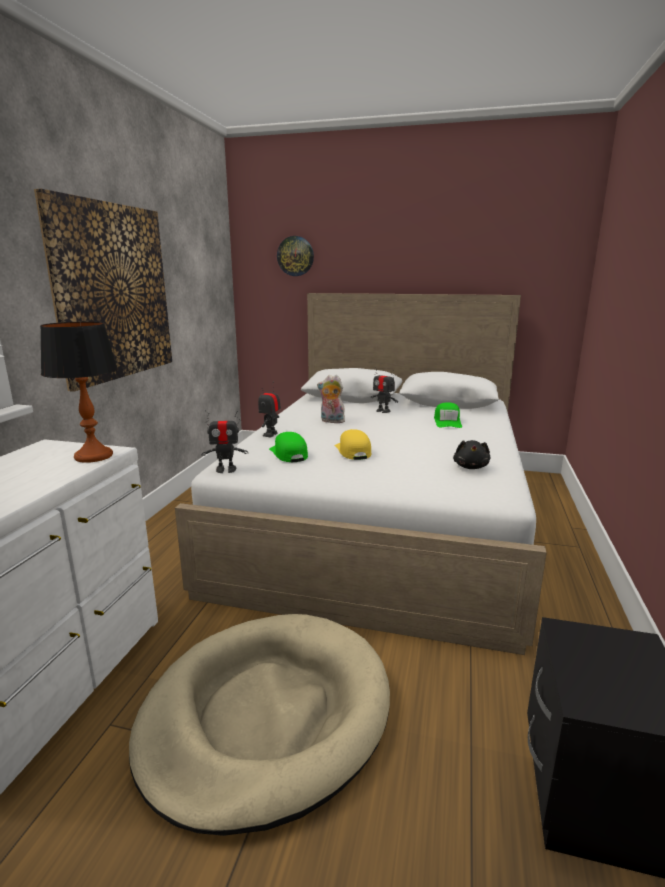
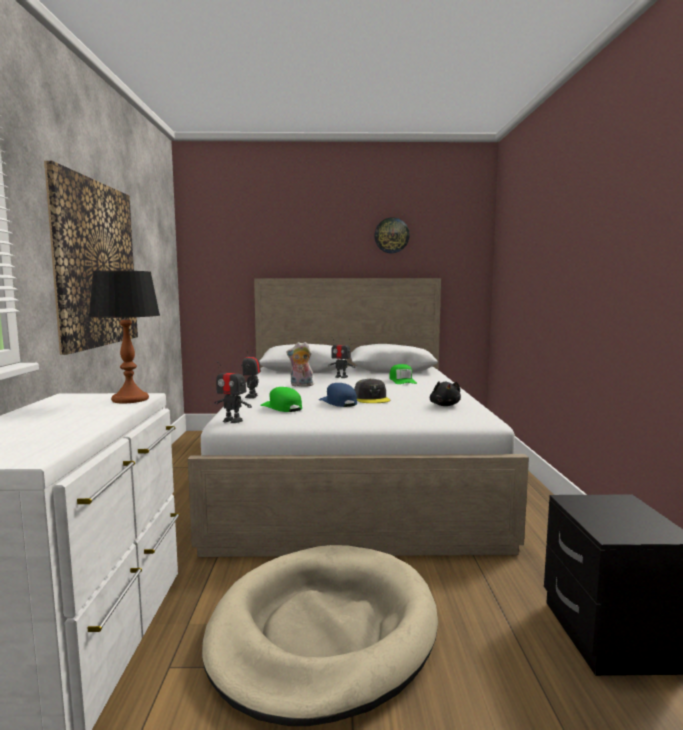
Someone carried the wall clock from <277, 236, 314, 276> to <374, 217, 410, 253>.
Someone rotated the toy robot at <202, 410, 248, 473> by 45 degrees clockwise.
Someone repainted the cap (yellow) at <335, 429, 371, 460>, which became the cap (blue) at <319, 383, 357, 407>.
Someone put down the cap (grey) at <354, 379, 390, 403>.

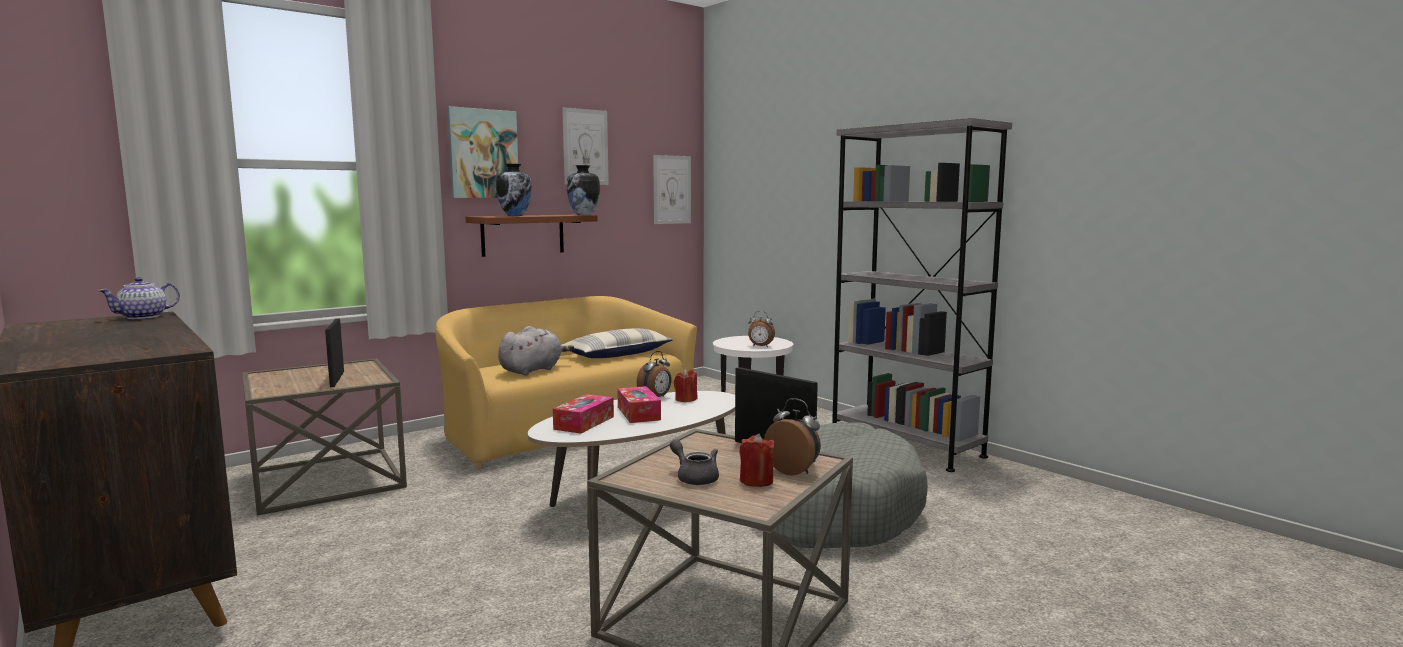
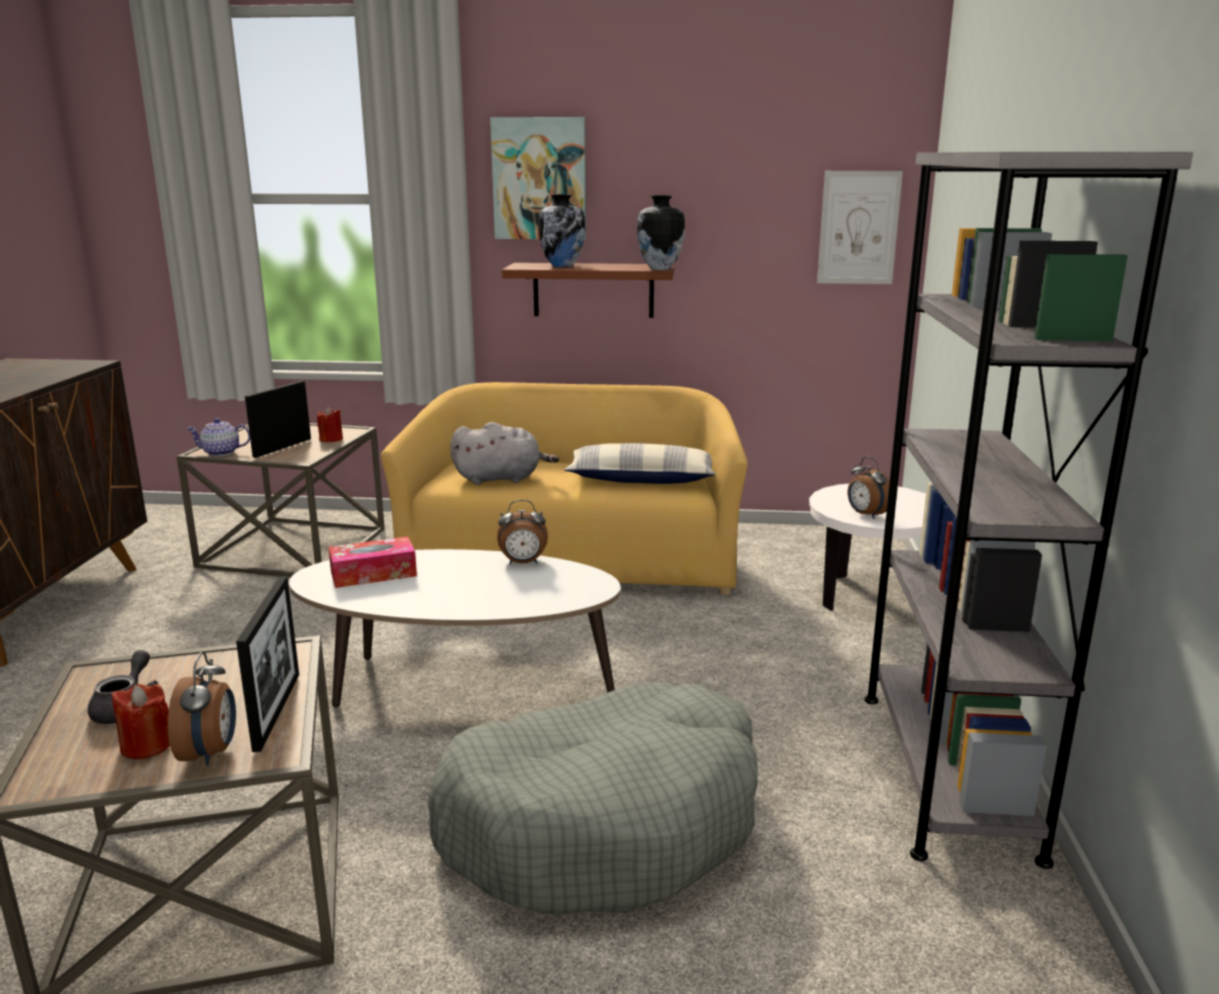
Someone took away the picture at <562, 107, 609, 185>.
Someone carried the teapot from <98, 277, 180, 319> to <186, 418, 250, 456>.
Someone carried the candle (red) from <674, 369, 697, 402> to <317, 407, 343, 442>.
Someone took away the tissue box at <617, 386, 661, 423>.

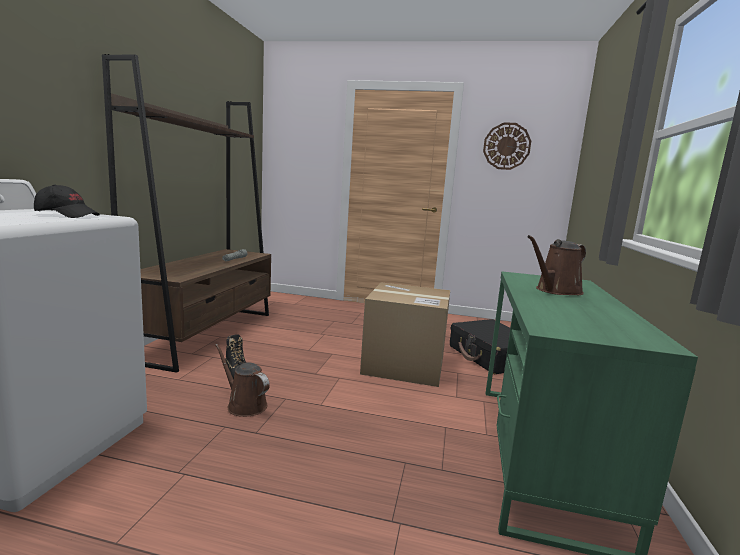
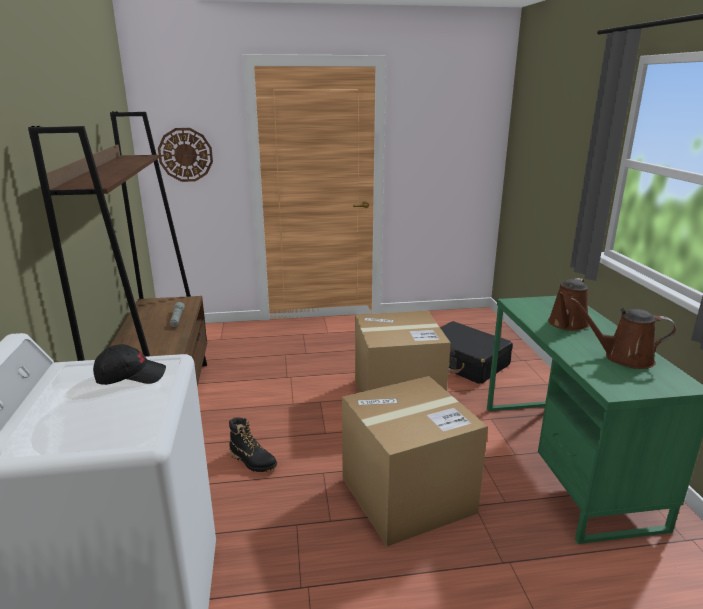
Someone carried the wall clock from <483, 122, 531, 170> to <158, 128, 213, 182>.
Someone carried the watering can (brown) from <215, 344, 270, 417> to <570, 298, 677, 369>.
Someone put down the cardboard box at <342, 376, 488, 547>.

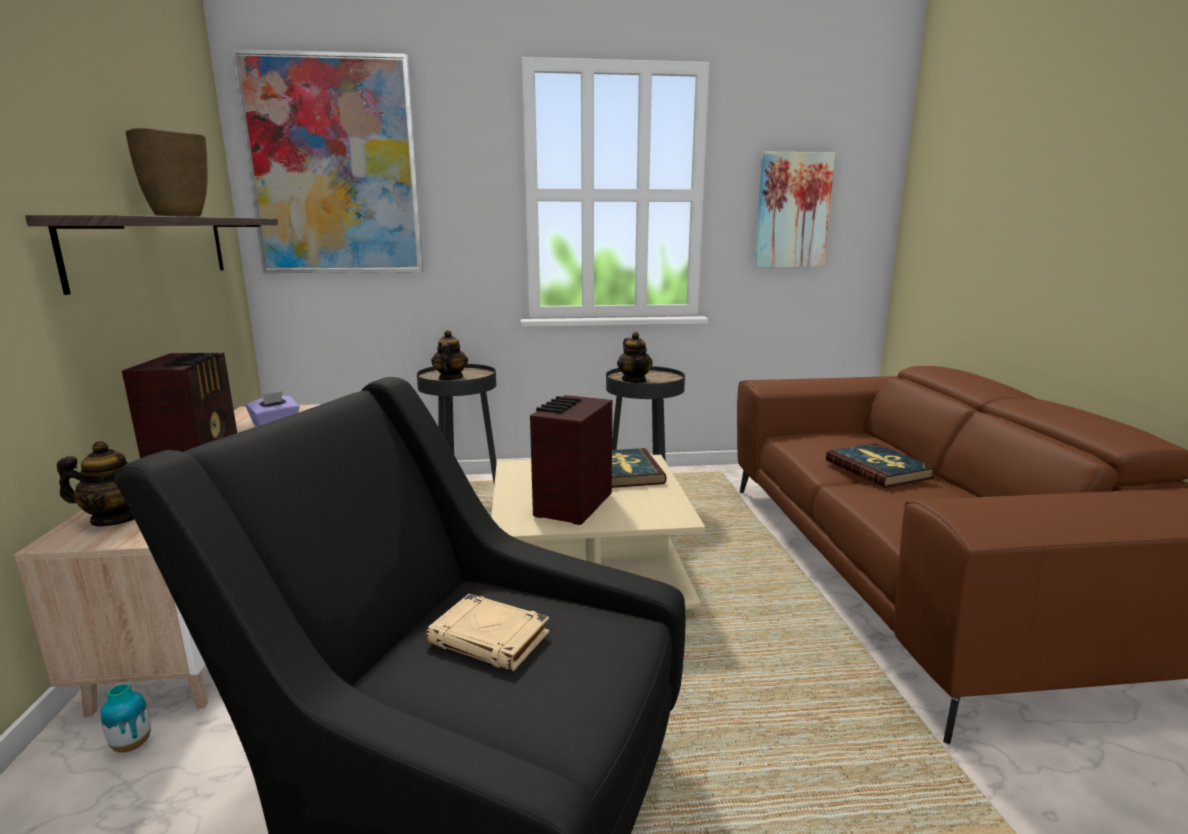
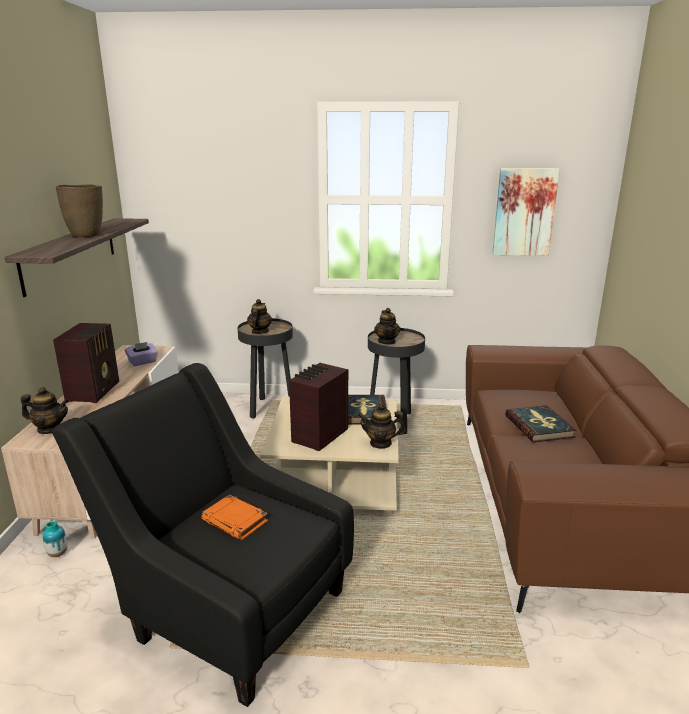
Someone took away the picture at <232, 49, 423, 273>.
Someone repainted the book (beige) at <426, 594, 549, 671>, which became the book (orange) at <201, 495, 268, 540>.
Someone put down the teapot at <358, 404, 406, 449>.

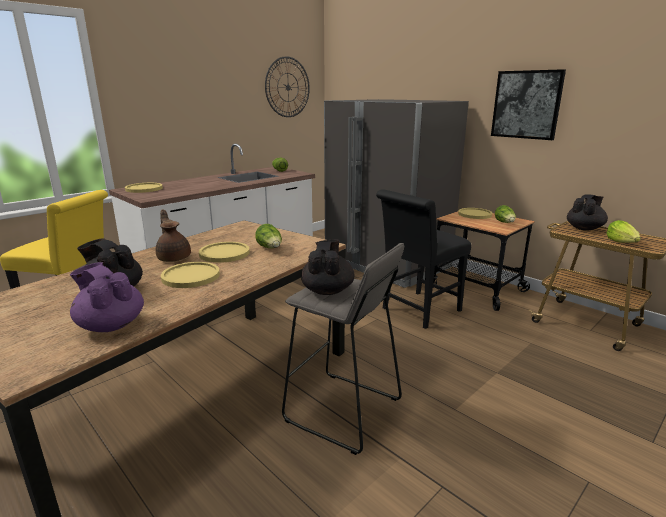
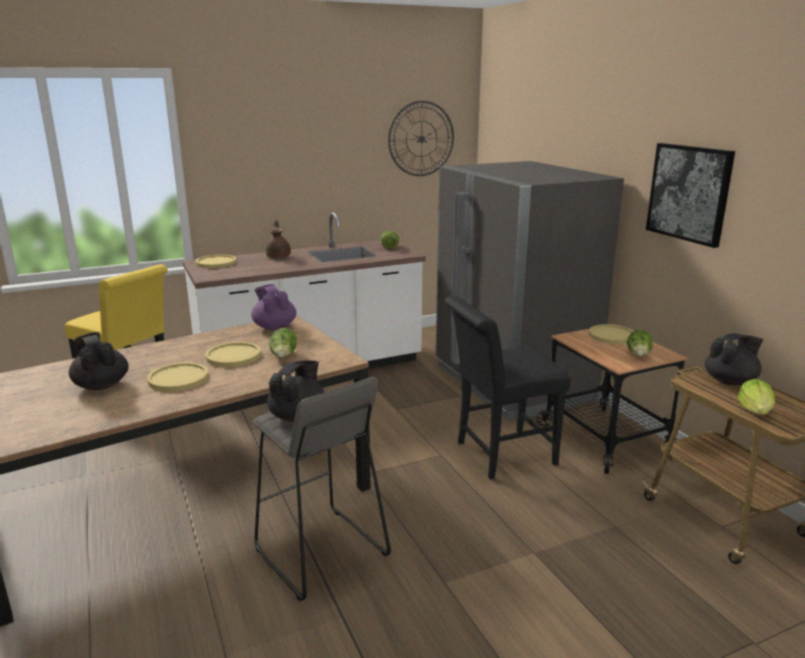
Someone carried the teapot (brown) from <156, 210, 191, 262> to <266, 220, 291, 258>.
Someone carried the teapot (purple) from <70, 262, 144, 332> to <251, 284, 297, 330>.

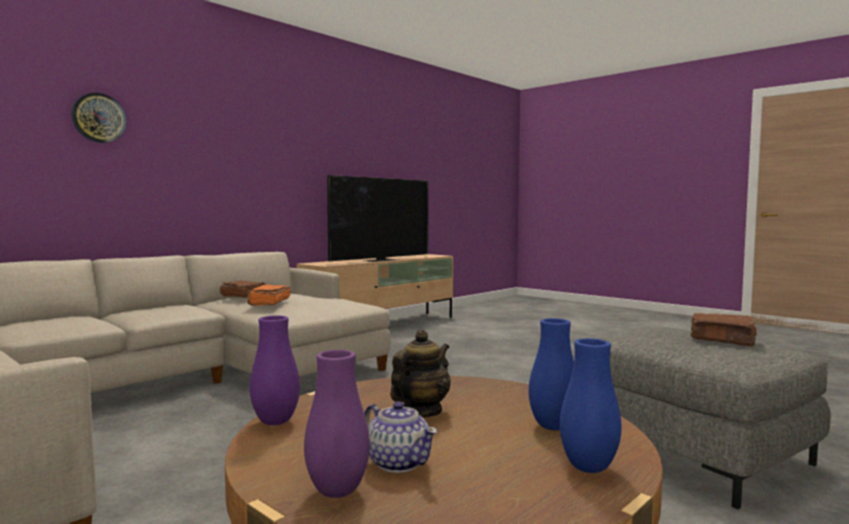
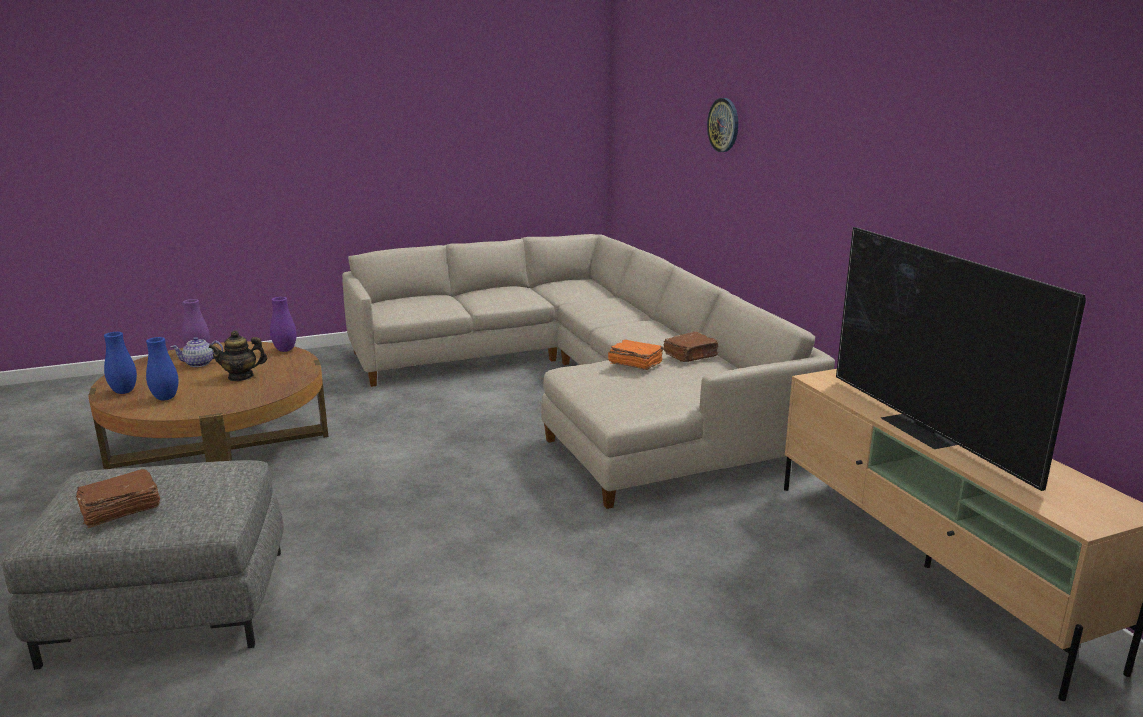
Someone rotated the teapot at <390, 330, 451, 417> by 105 degrees clockwise.

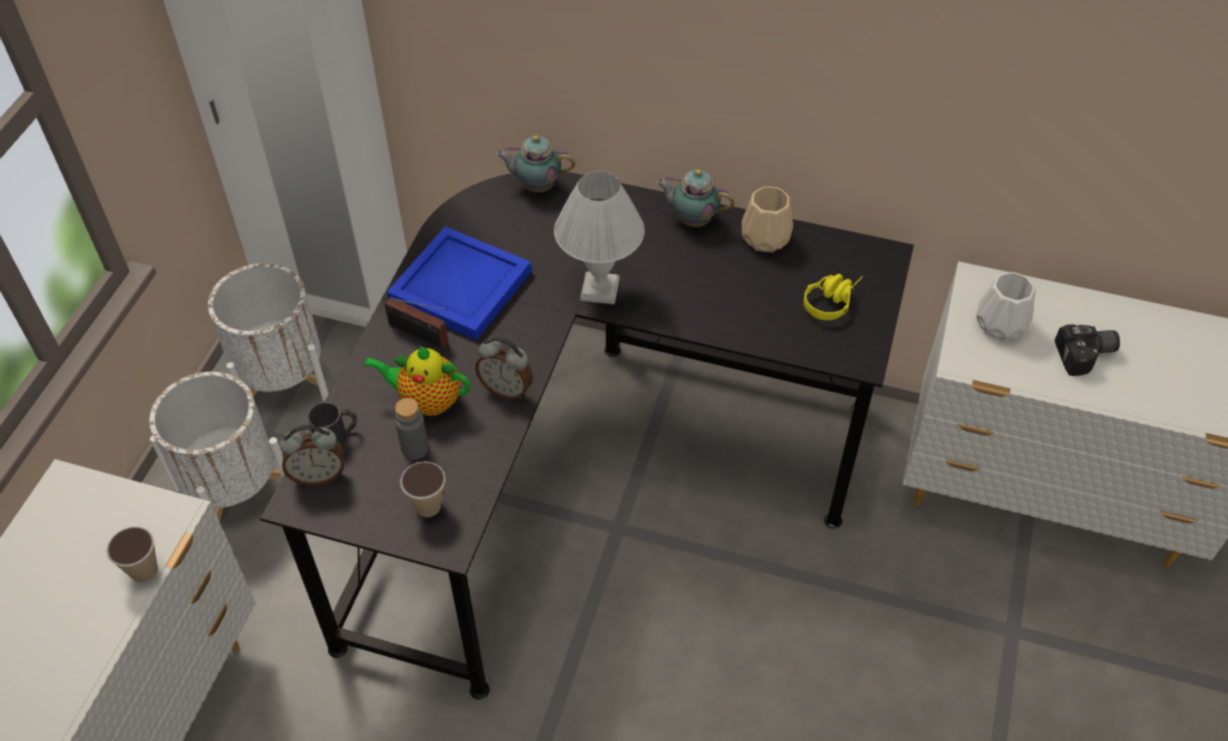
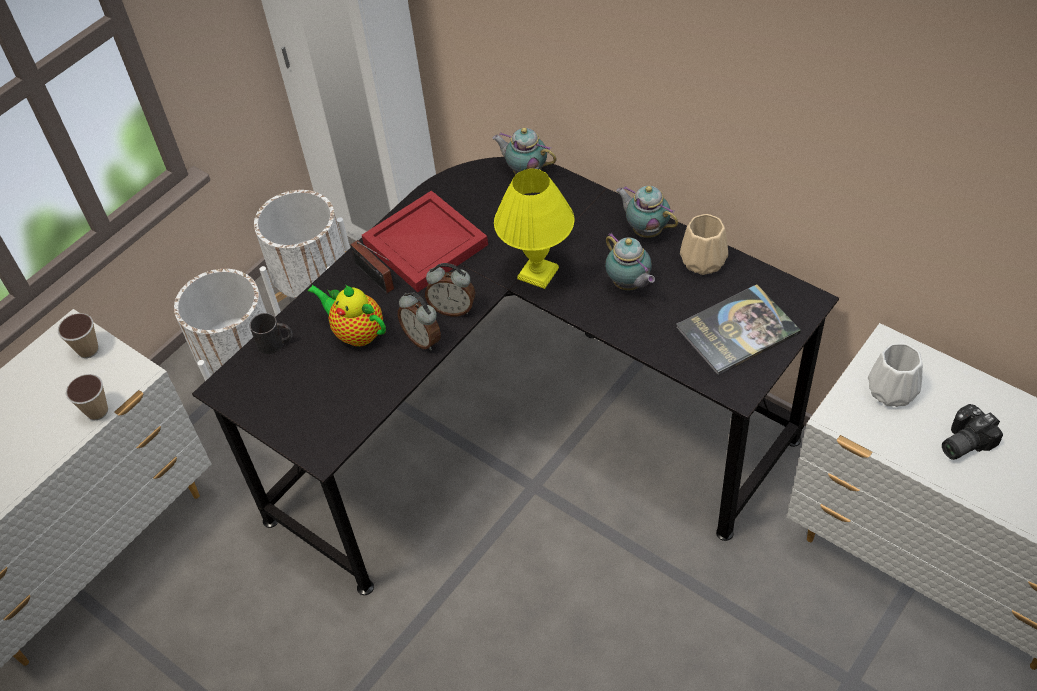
Someone repainted the table lamp (white) at <554, 171, 645, 304>, which became the table lamp (yellow) at <494, 169, 574, 289>.
Someone repainted the tray (blue) at <387, 227, 531, 340>, which became the tray (red) at <362, 190, 488, 292>.
Someone swapped the headphones (yellow) at <804, 274, 863, 320> for the book at <676, 284, 801, 375>.
Someone rotated the photo camera at <1055, 324, 1120, 376> by 135 degrees clockwise.
Someone took away the bottle (grey) at <395, 398, 429, 460>.
Someone carried the alarm clock from <280, 425, 344, 486> to <425, 263, 476, 316>.
Someone carried the cup from <400, 461, 446, 517> to <58, 313, 99, 358>.
Someone put down the teapot at <605, 233, 655, 290>.

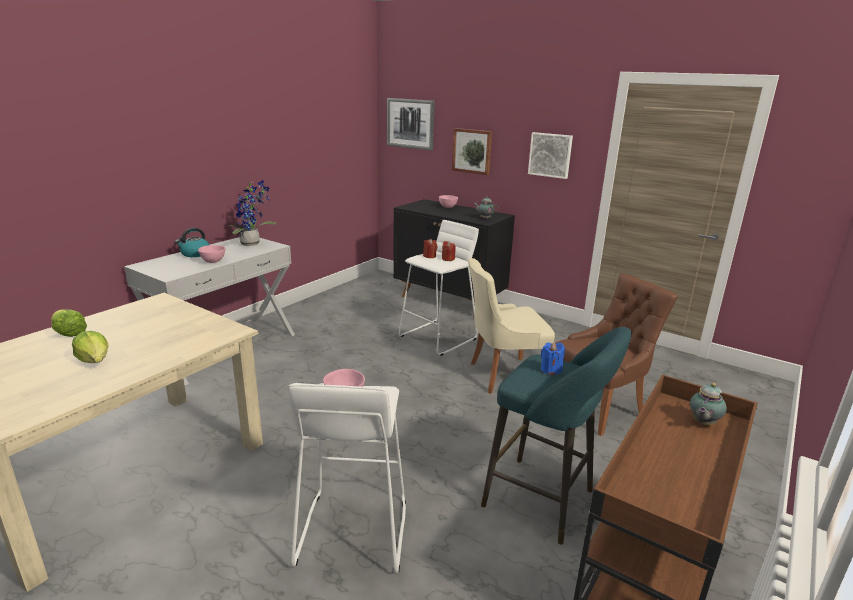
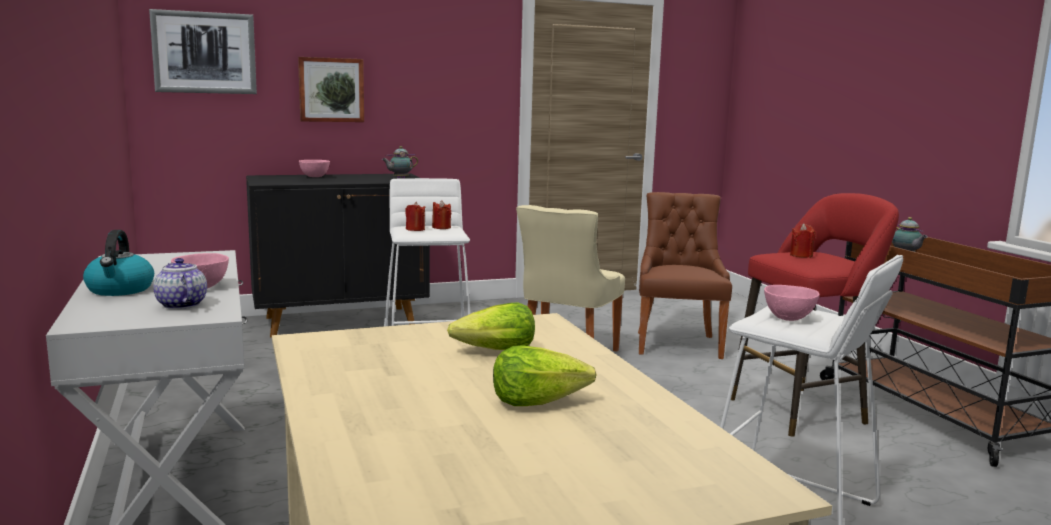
Someone took away the picture at <528, 132, 573, 179>.
Someone took away the potted plant at <228, 180, 276, 246>.
Someone carried the lettuce from <51, 309, 87, 337> to <447, 302, 535, 350>.
Someone repainted the stool (turquoise) at <481, 327, 631, 544>, which became the stool (red) at <731, 193, 899, 437>.
Someone repainted the candle (blue) at <541, 342, 565, 374>, which became the candle (red) at <790, 223, 816, 258>.
Someone put down the teapot at <153, 258, 207, 309>.

